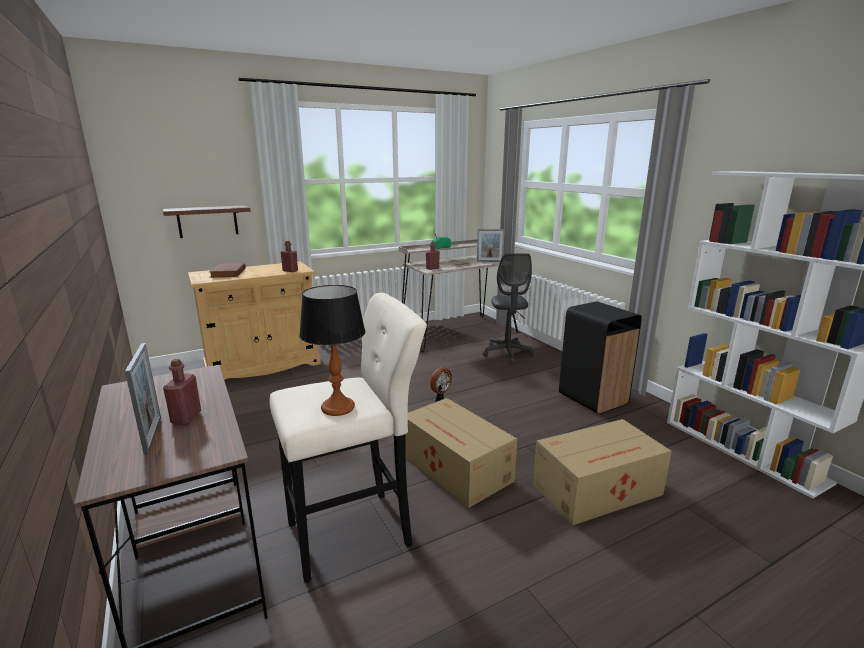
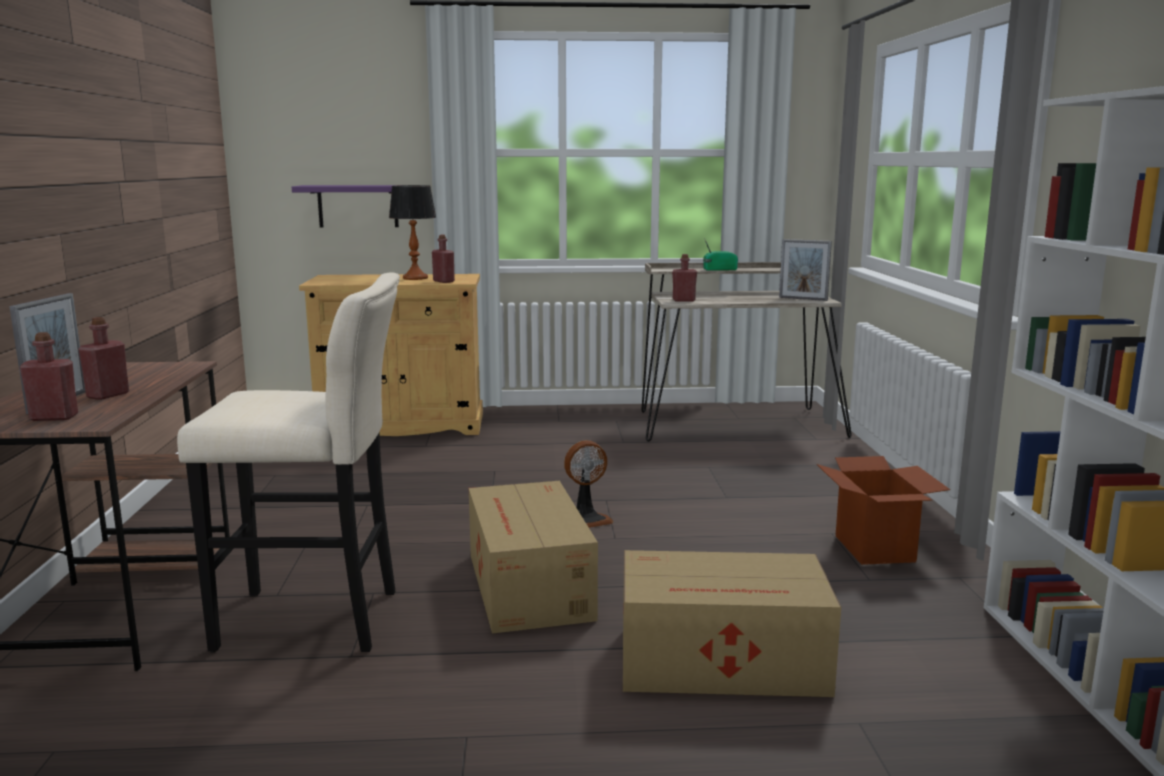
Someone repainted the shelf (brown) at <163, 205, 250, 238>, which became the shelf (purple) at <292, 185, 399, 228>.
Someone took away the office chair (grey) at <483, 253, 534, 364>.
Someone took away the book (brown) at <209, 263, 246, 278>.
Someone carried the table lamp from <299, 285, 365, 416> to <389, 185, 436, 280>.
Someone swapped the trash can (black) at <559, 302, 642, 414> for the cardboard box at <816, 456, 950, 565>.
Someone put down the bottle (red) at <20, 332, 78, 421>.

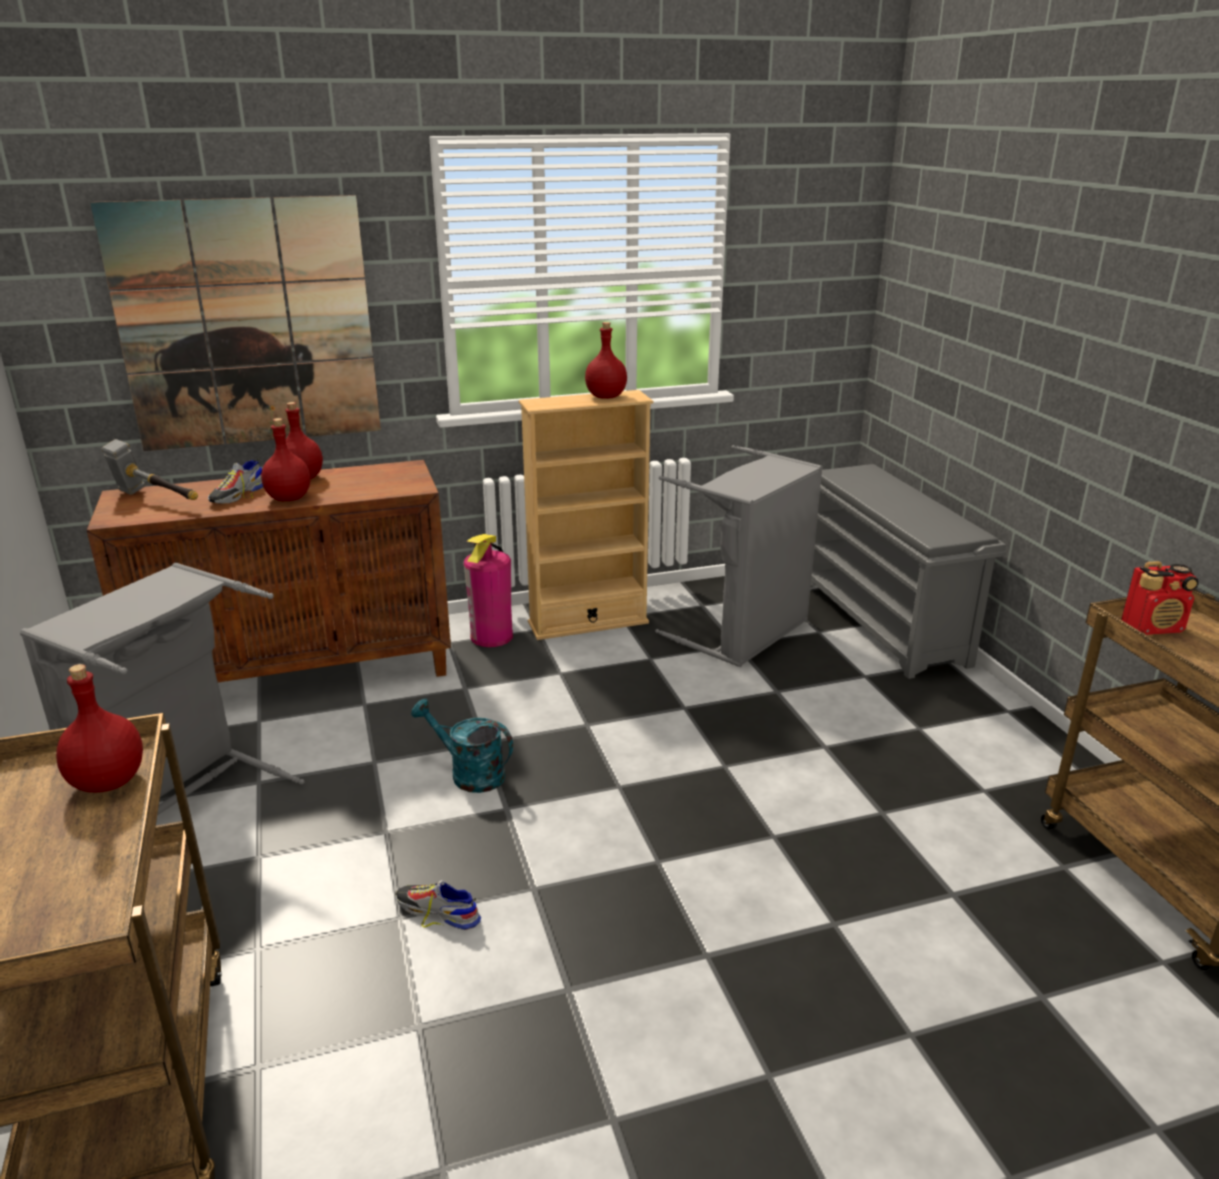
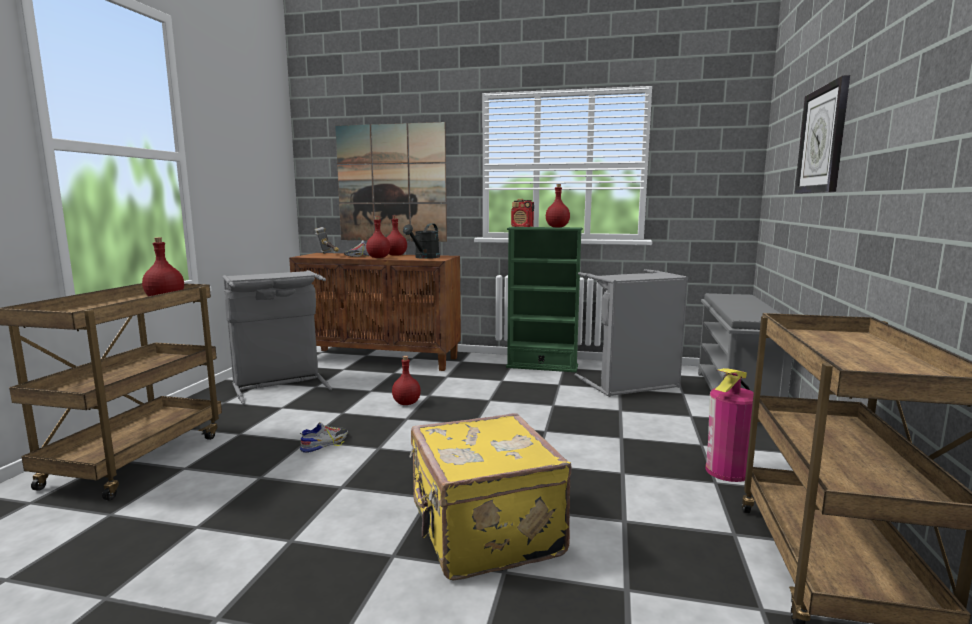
Someone repainted the bookcase (beige) at <519, 390, 653, 640>, which became the bookcase (green) at <506, 227, 583, 372>.
Someone carried the fire extinguisher from <464, 534, 513, 647> to <705, 368, 754, 482>.
Someone carried the radio from <1121, 561, 1199, 635> to <511, 199, 534, 227>.
Someone swapped the watering can (turquoise) at <411, 699, 513, 793> for the bottle (red) at <392, 356, 421, 405>.
Someone rotated the shoe at <395, 880, 481, 930> by 75 degrees clockwise.
Someone put up the wall clock at <795, 75, 850, 193>.
Someone put down the watering can (black) at <403, 224, 440, 259>.
Someone put down the suitcase (yellow) at <409, 413, 571, 580>.

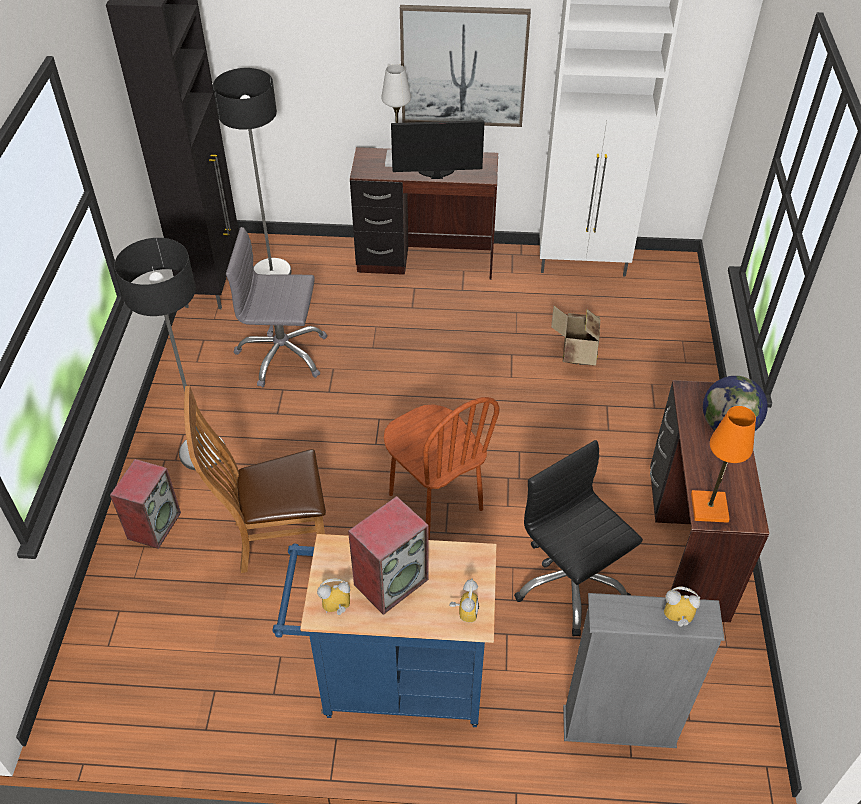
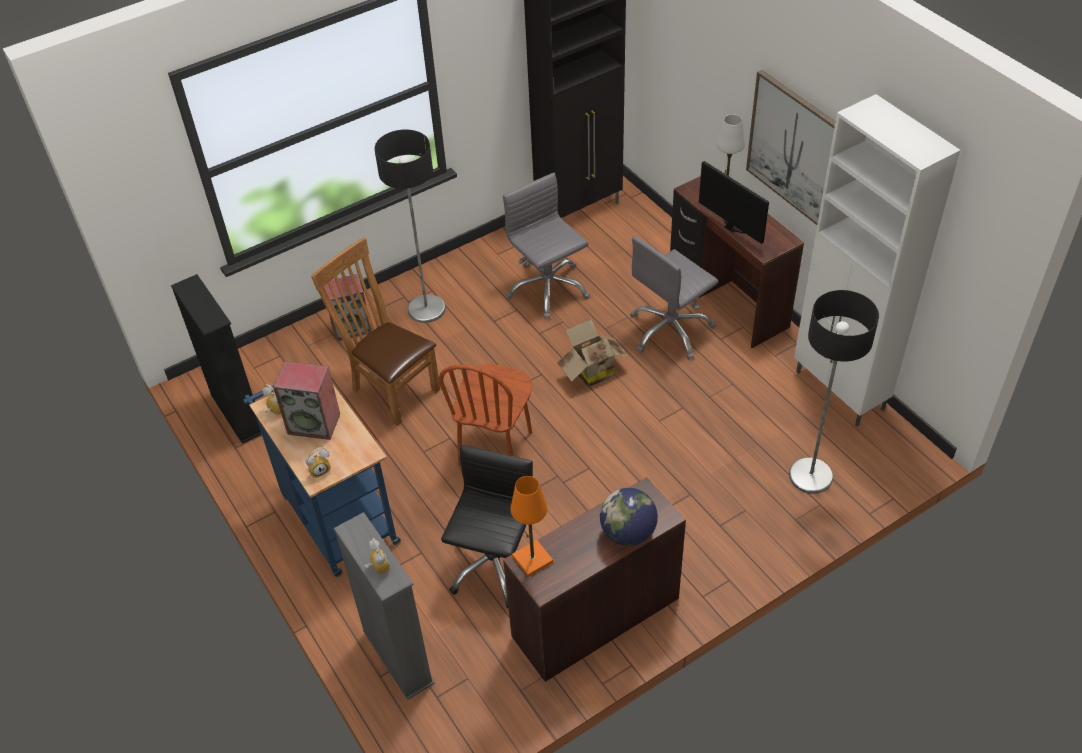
Someone carried the floor lamp from <213, 68, 292, 275> to <789, 290, 879, 494>.
Someone carried the cardboard box from <551, 306, 600, 365> to <557, 319, 629, 387>.
Someone put down the office chair (grey) at <630, 236, 718, 360>.
Someone put down the bookcase (black) at <171, 274, 262, 444>.

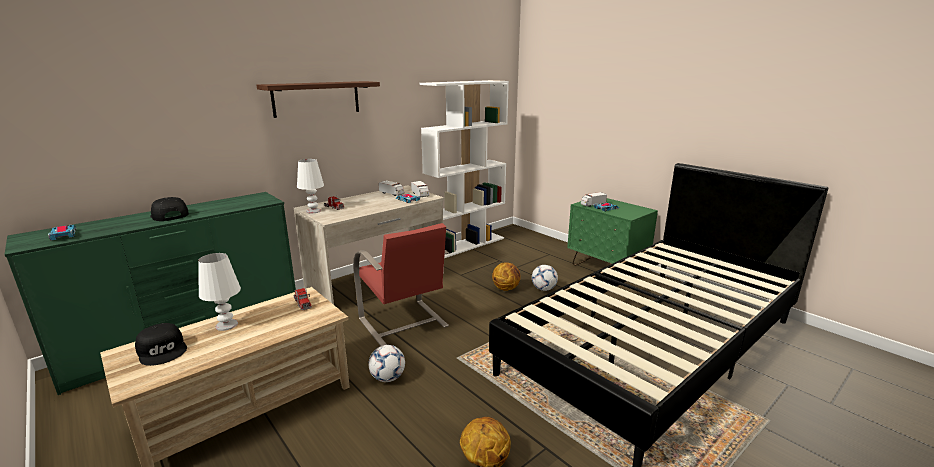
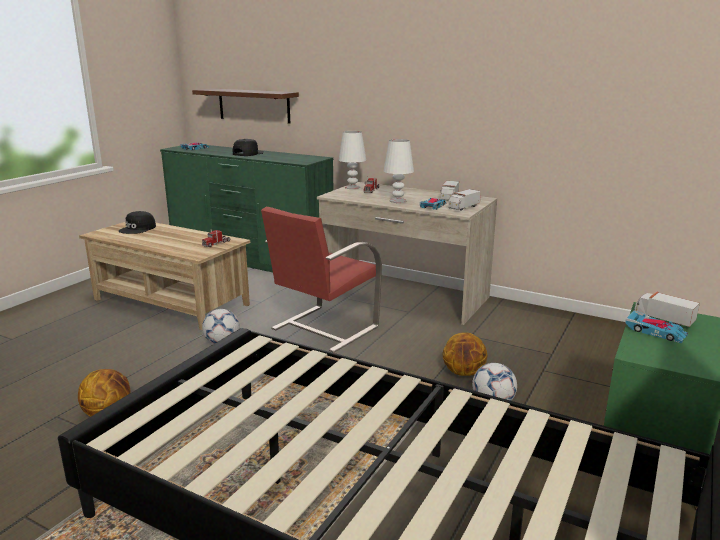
Someone took away the bookcase (white) at <420, 80, 509, 258>.
Someone carried the shelf from <257, 81, 380, 118> to <192, 89, 299, 124>.
Someone carried the table lamp (white) from <198, 253, 241, 331> to <384, 139, 414, 203>.

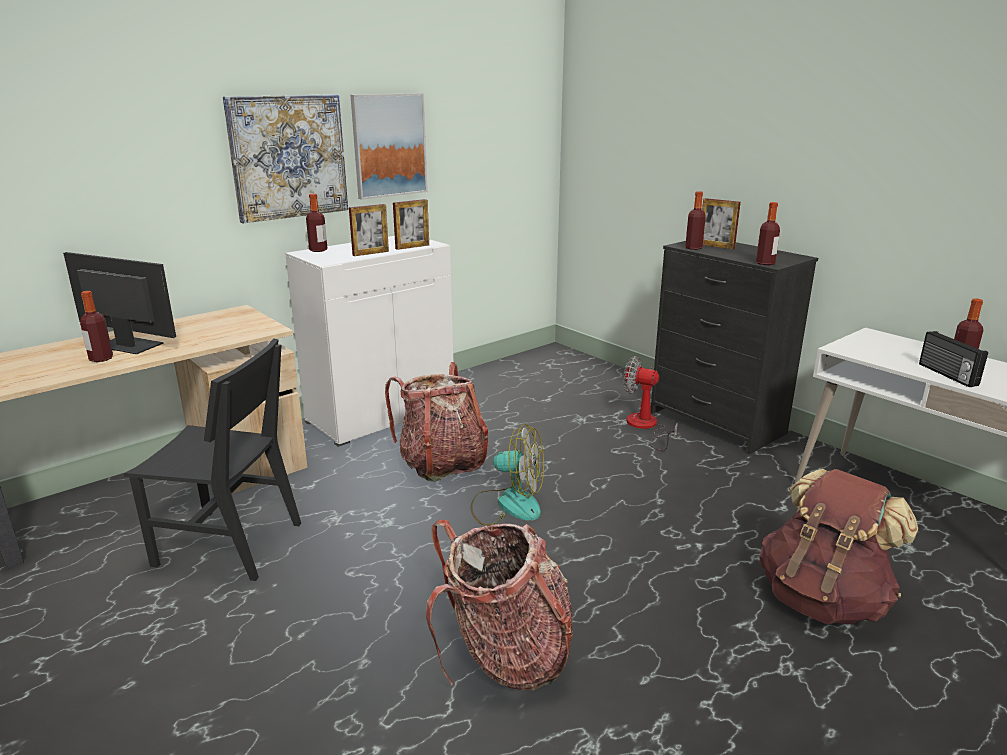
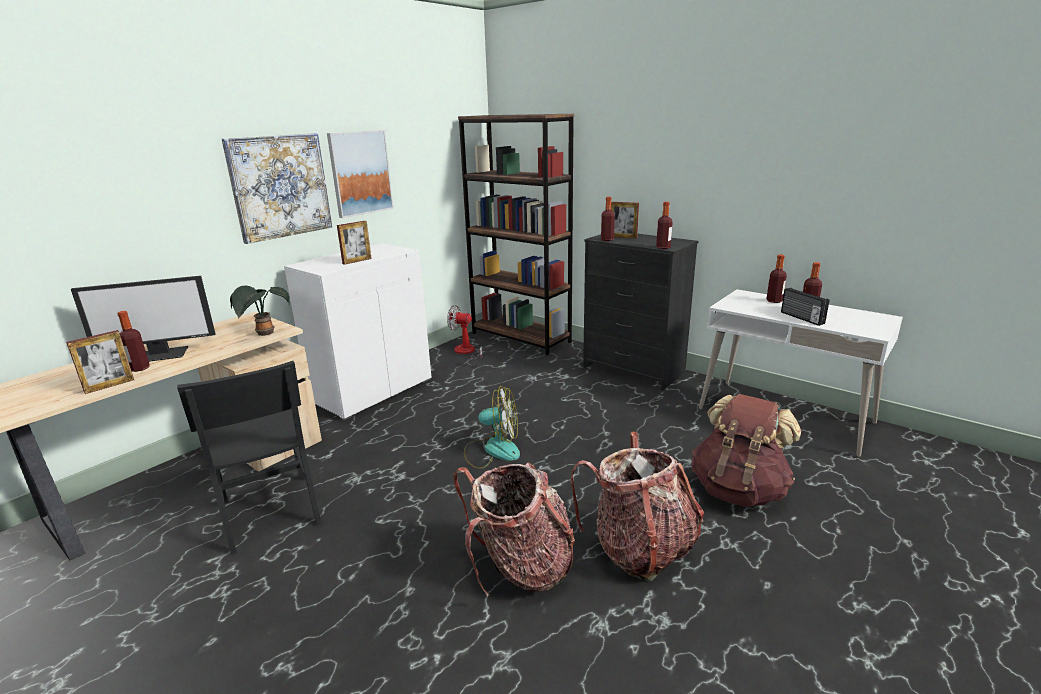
Someone carried the bottle from <306, 194, 327, 252> to <766, 255, 787, 303>.
Someone carried the picture frame from <393, 199, 429, 250> to <66, 330, 134, 394>.
Someone rotated the monitor at <63, 252, 176, 354> by 150 degrees clockwise.
Someone rotated the chair (black) at <124, 338, 301, 581> by 60 degrees clockwise.
Someone carried the fan from <623, 356, 677, 451> to <447, 305, 483, 366>.
Someone carried the backpack from <385, 362, 489, 482> to <571, 432, 704, 581>.
Someone put down the bookcase (brown) at <458, 114, 574, 355>.
Someone put down the potted plant at <230, 286, 289, 336>.

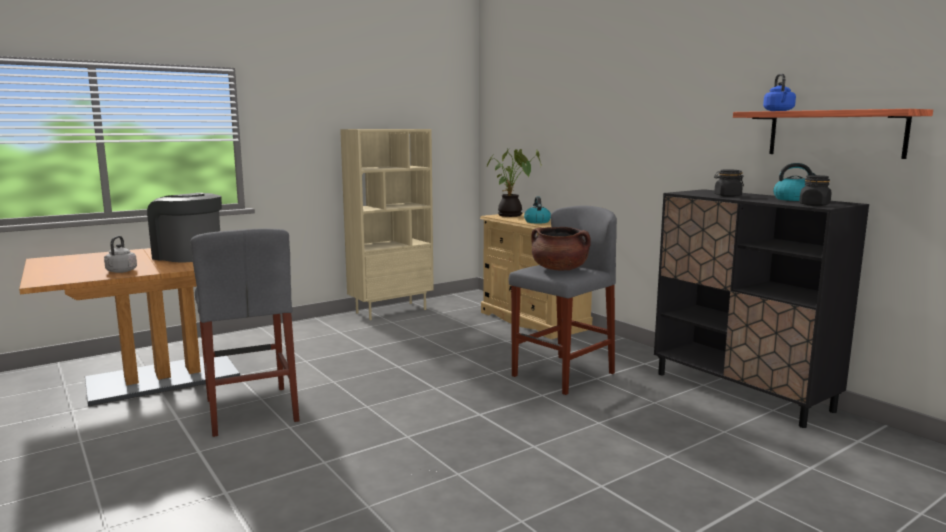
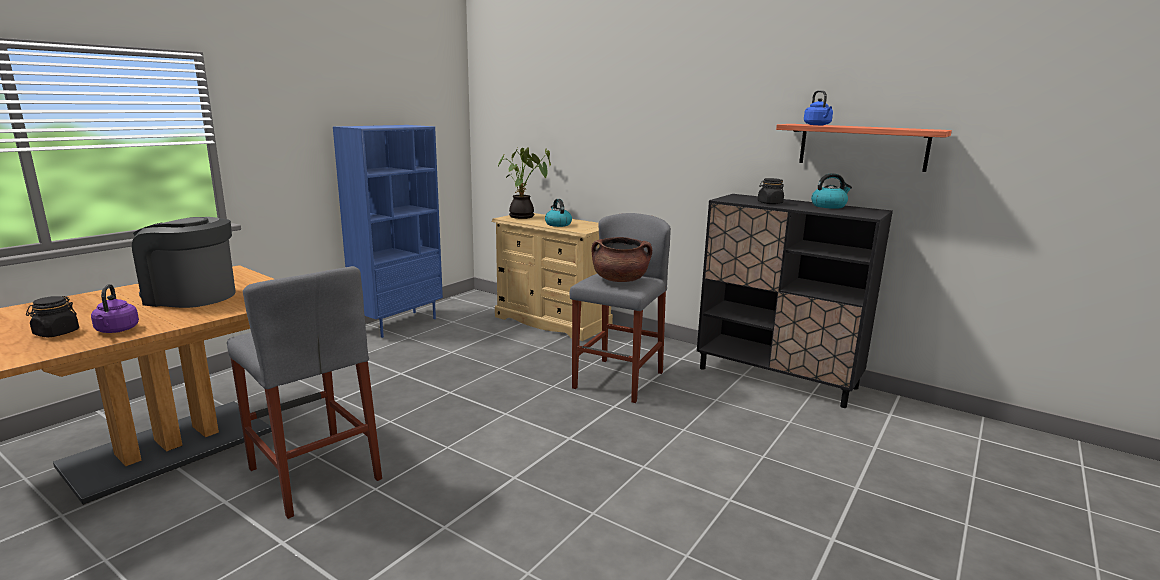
Someone repainted the bookcase (beige) at <340, 129, 434, 320>, which became the bookcase (blue) at <333, 125, 443, 338>.
Someone carried the jar (black) from <799, 175, 831, 206> to <26, 296, 79, 337>.
Someone repainted the kettle (grey) at <104, 236, 137, 273>, which became the kettle (purple) at <91, 284, 139, 333>.

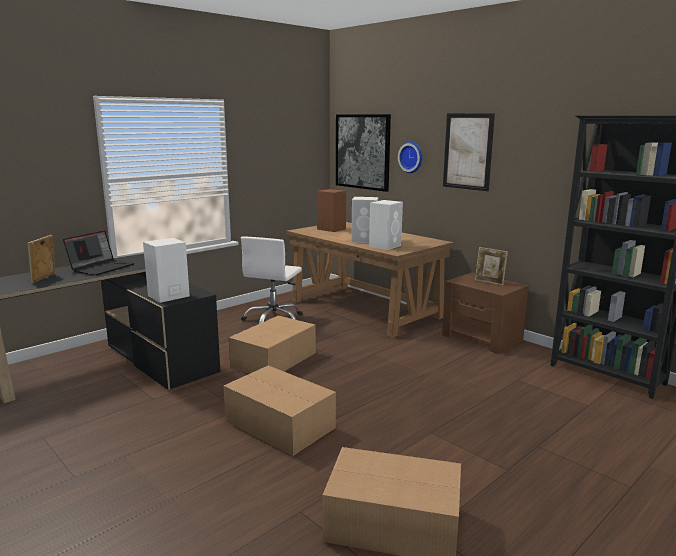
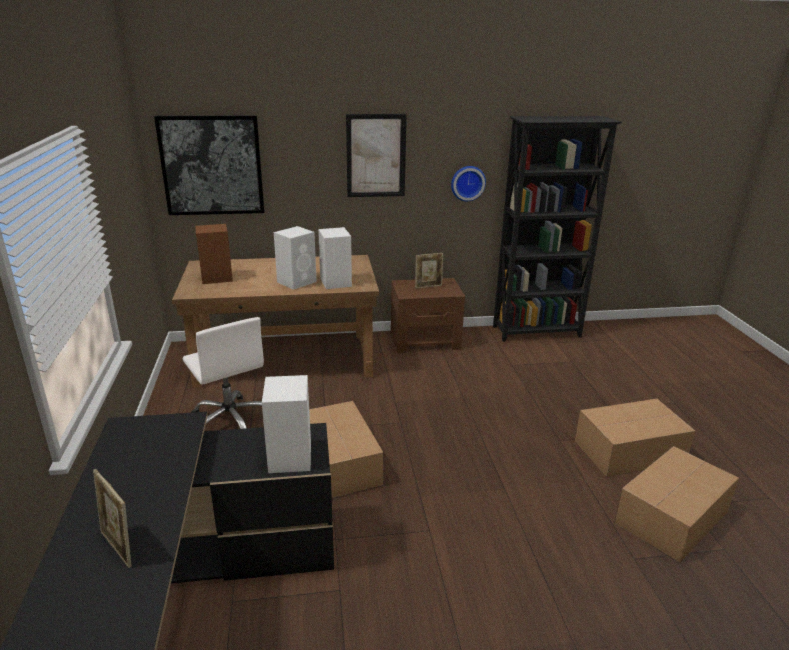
Someone carried the wall clock from <398, 142, 423, 173> to <451, 166, 486, 201>.
Someone took away the laptop at <63, 230, 135, 276>.
Someone carried the cardboard box from <223, 365, 336, 456> to <575, 399, 695, 477>.

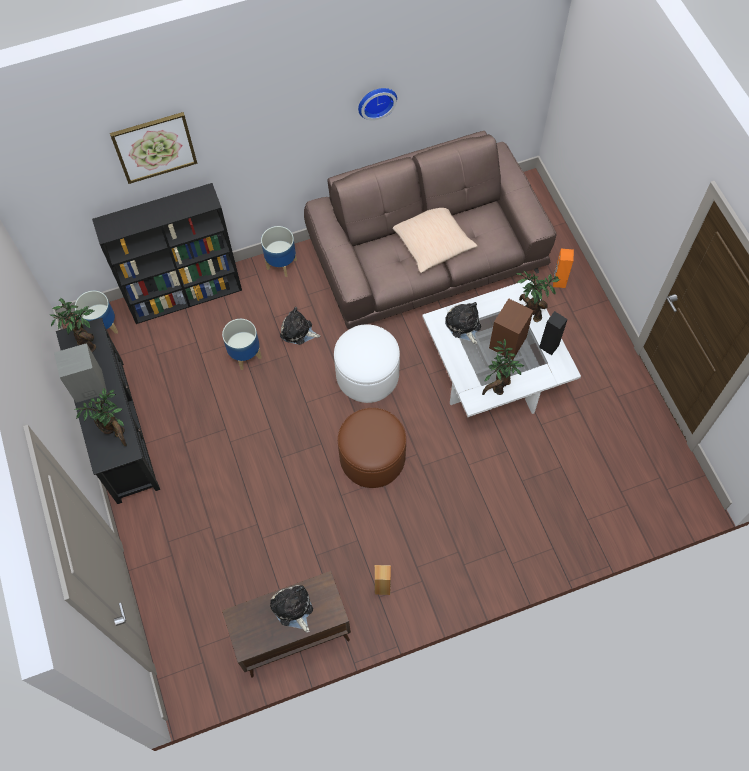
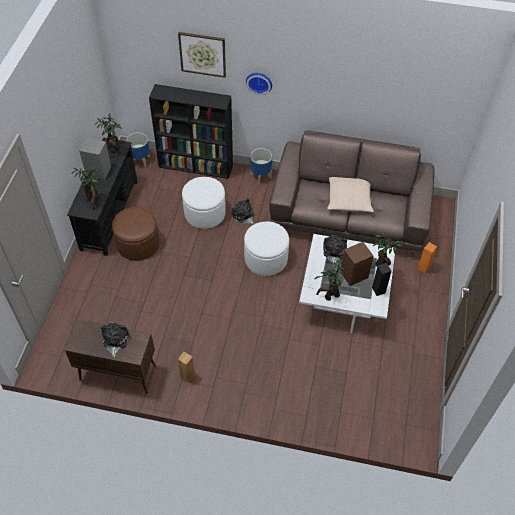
Someone carried the wall clock from <358, 88, 397, 121> to <246, 73, 272, 95>.
Someone swapped the planter at <222, 319, 262, 370> for the ottoman (white) at <182, 177, 226, 229>.
Someone carried the ottoman (brown) from <338, 408, 406, 488> to <112, 207, 159, 261>.

